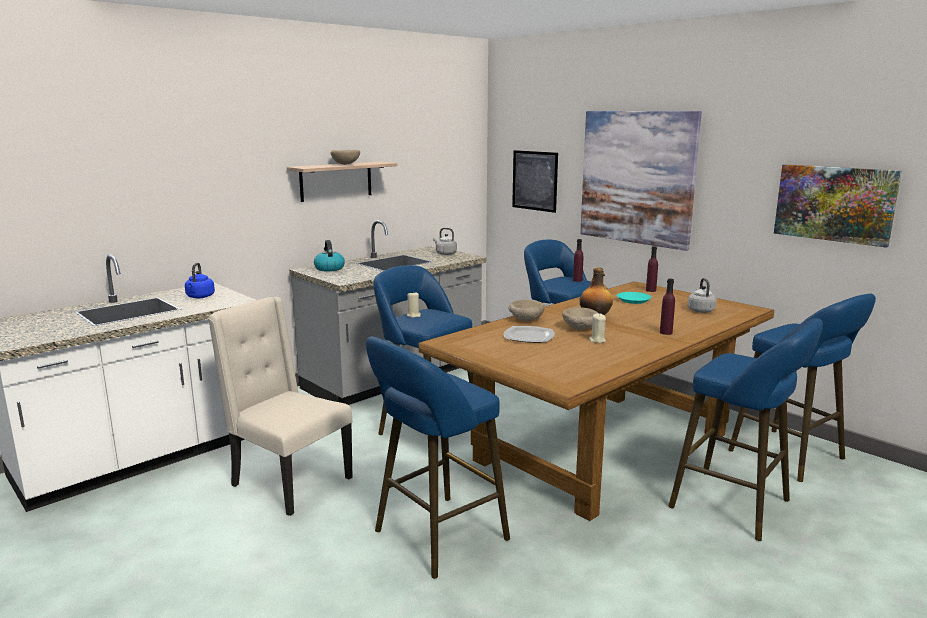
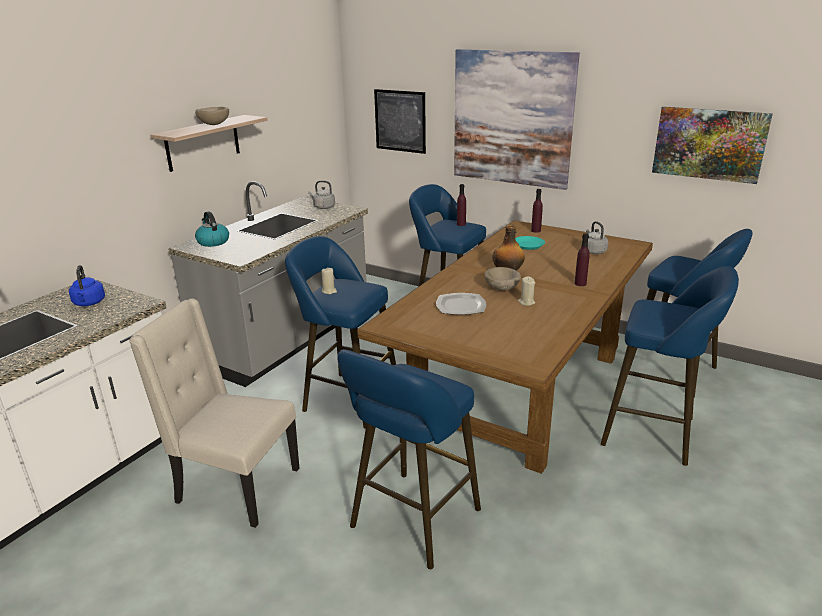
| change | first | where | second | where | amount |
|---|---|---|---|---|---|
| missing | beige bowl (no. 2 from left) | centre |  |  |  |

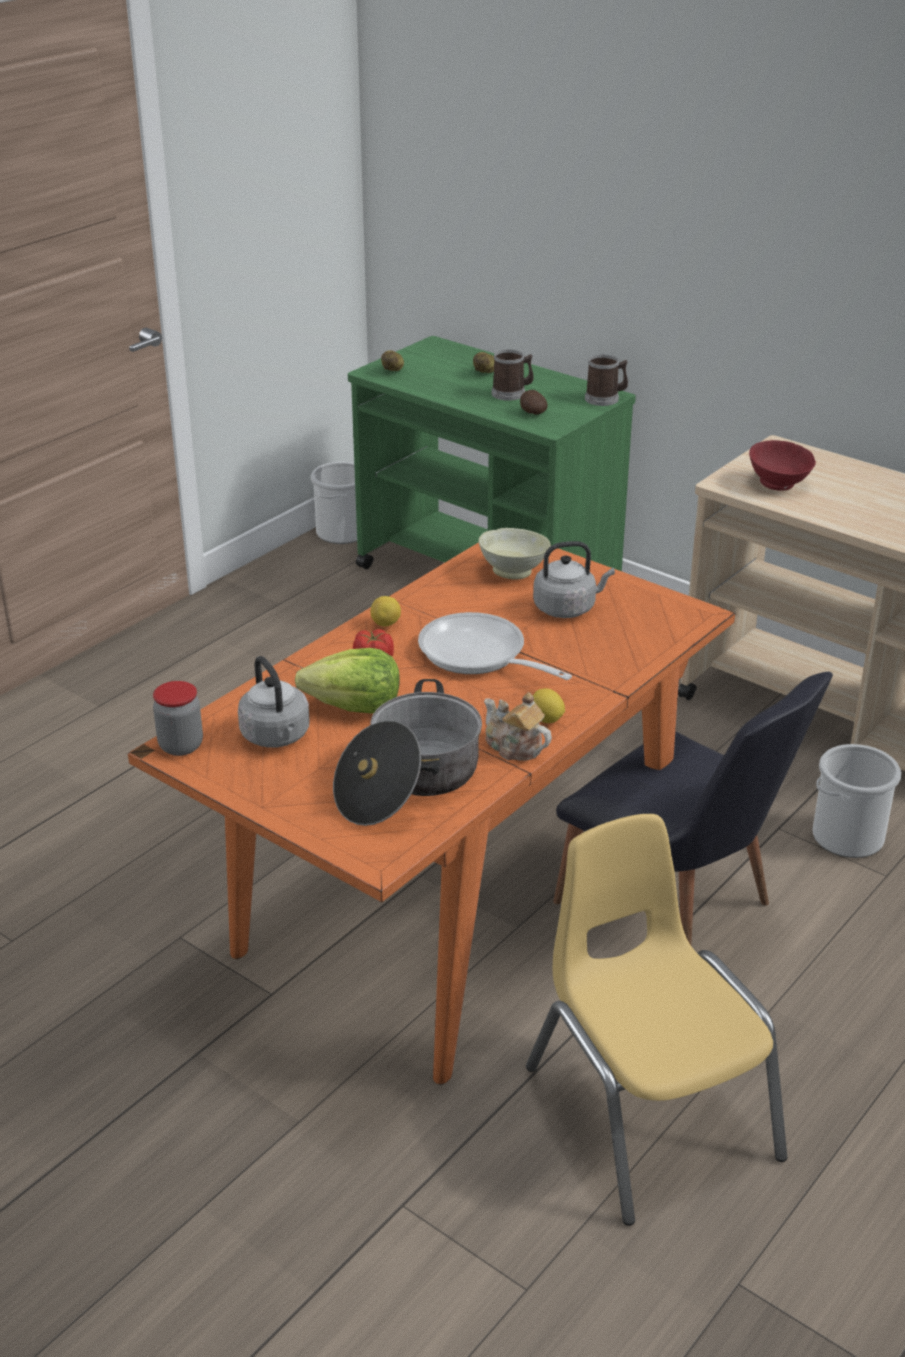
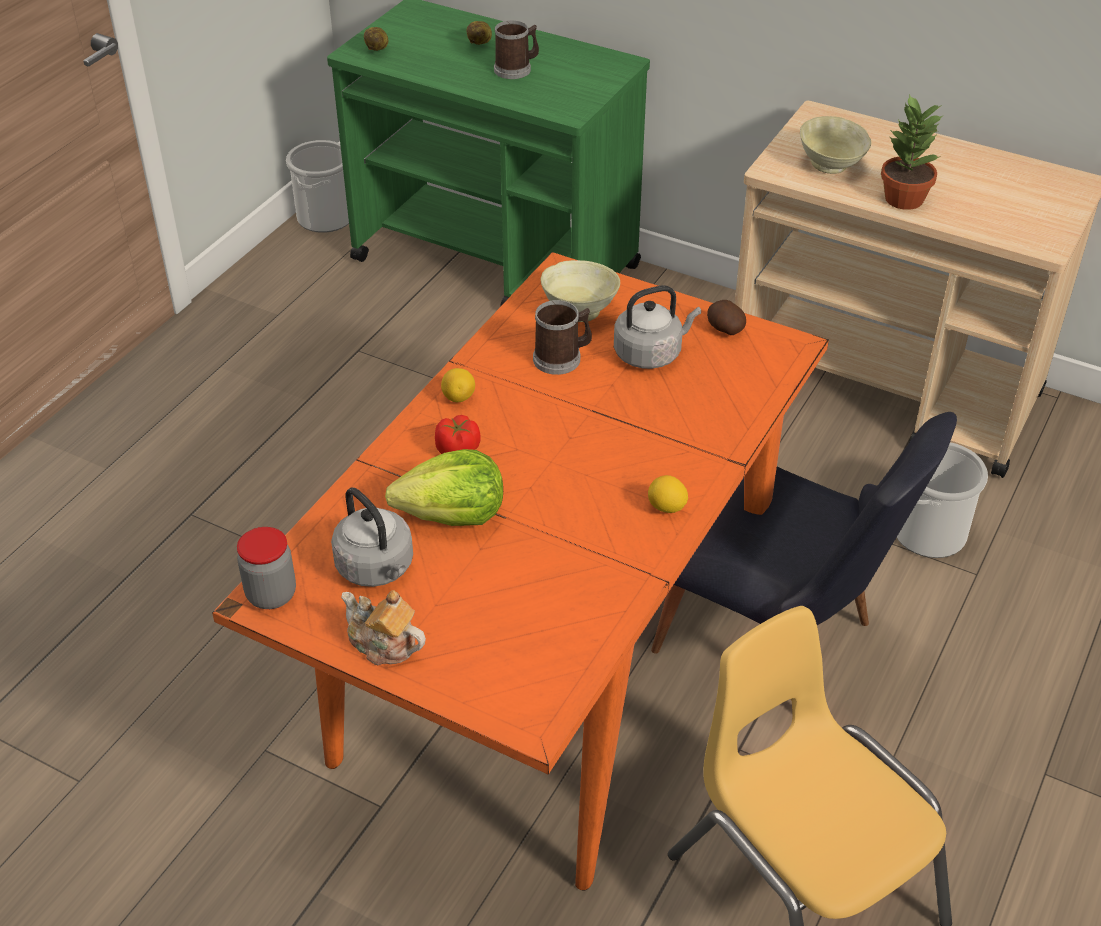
| change | first | where | second | where | amount |
|---|---|---|---|---|---|
| relocated | mug (no. 2 from left) | top right |  | centre |  |
| relocated | potato (no. 3 from left) | top centre |  | centre |  |
| colour | red bowl | middle right | beige bowl (no. 2 from left) | top right |  |
| missing | frying pan | centre |  |  |  |
| missing | cooking pot | centre |  |  |  |
| relocated | teapot | centre |  | bottom centre |  |
| appeared |  |  | potted plant | top right |  |

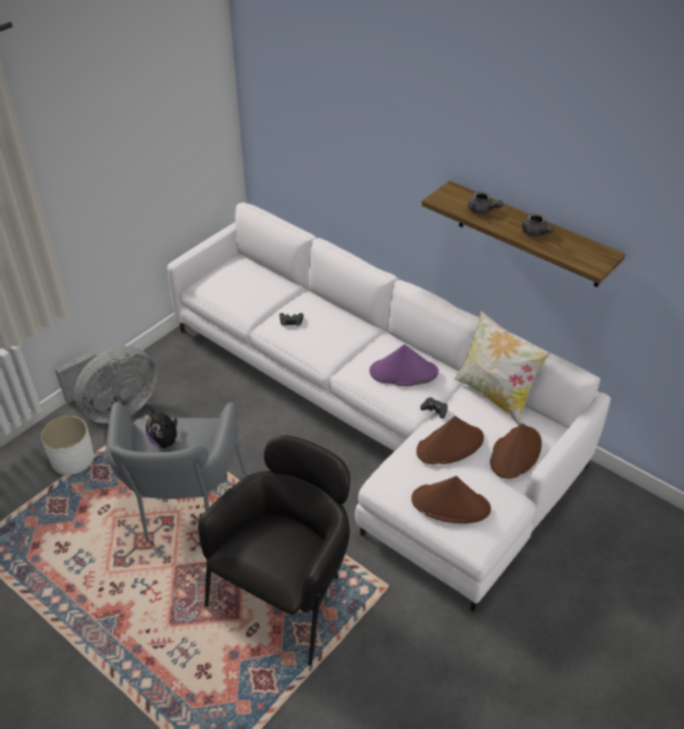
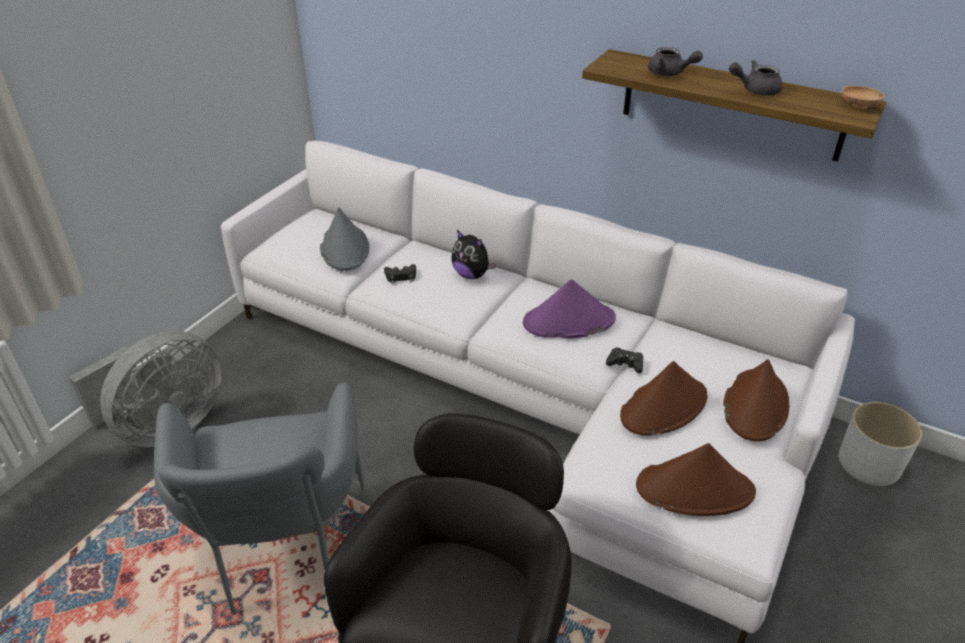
| change | first | where | second | where | amount |
|---|---|---|---|---|---|
| spun | grey teapot (no. 2 from left) | top right |  | top right | 120 degrees clockwise |
| missing | pillow | middle right |  |  |  |
| relocated | plush toy | middle left |  | centre |  |
| relocated | white planter | middle left |  | bottom right |  |
| appeared |  |  | brown bowl | top right |  |
| appeared |  |  | grey hat | centre |  |

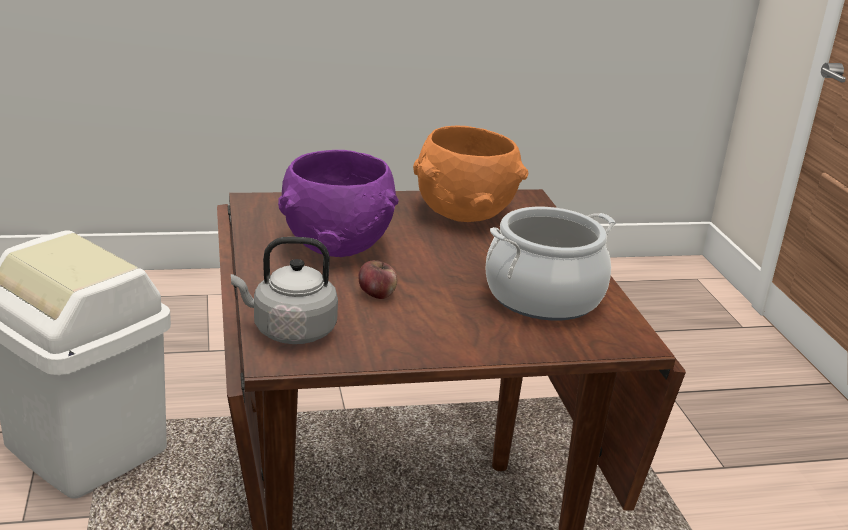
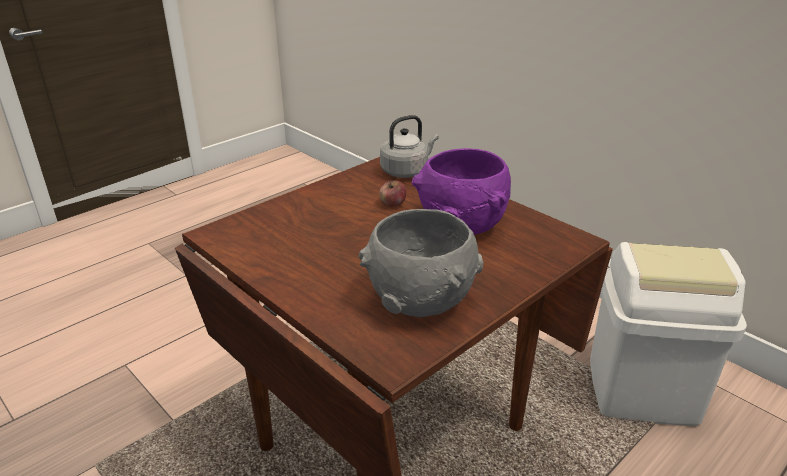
| change | first | where | second | where | amount |
|---|---|---|---|---|---|
| colour | orange bowl | top centre | grey bowl | centre |  |
| missing | cooking pot | centre |  |  |  |

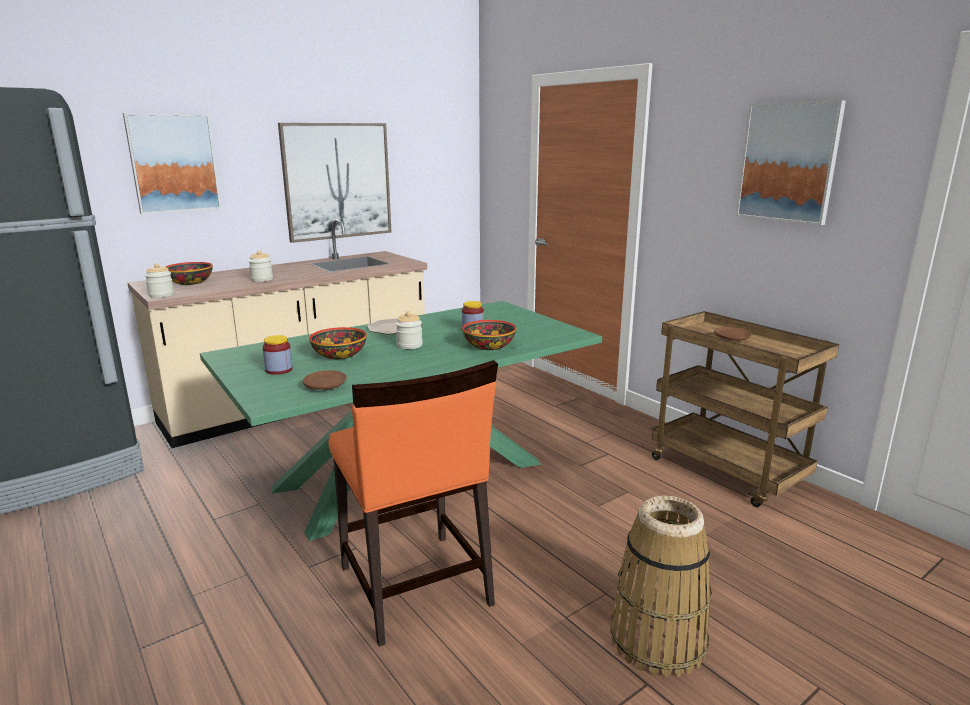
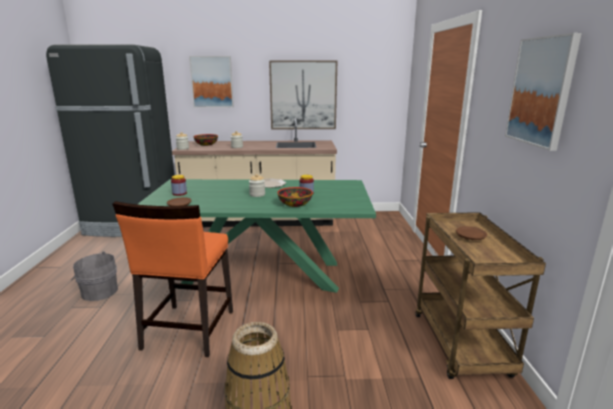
| change | first | where | second | where | amount |
|---|---|---|---|---|---|
| missing | bowl (no. 2 from left) | centre |  |  |  |
| appeared |  |  | grey bucket | bottom left |  |

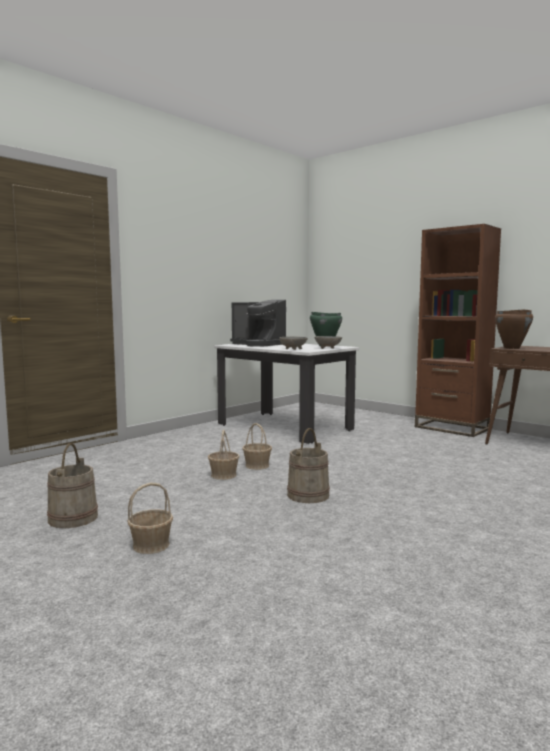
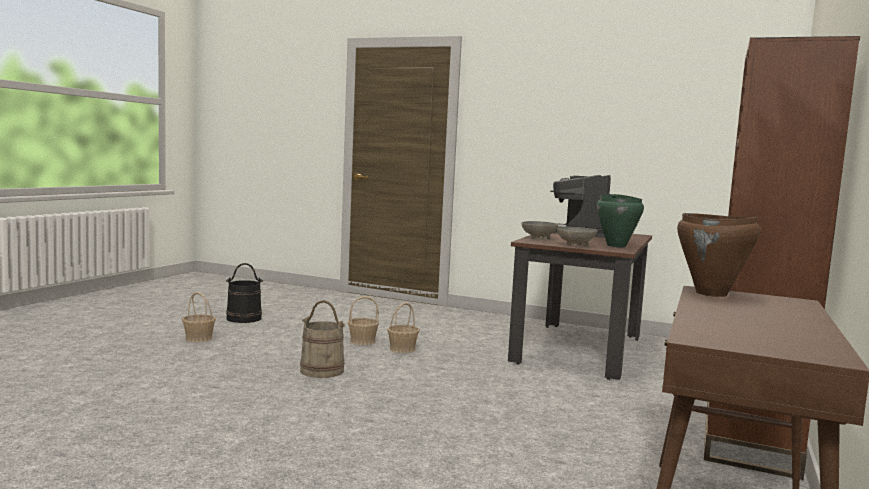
| change | first | where | second | where | amount |
|---|---|---|---|---|---|
| colour | white dining table | centre | brown dining table | middle right |  |
| colour | beige bucket (no. 1 from left) | middle left | black bucket | middle left |  |

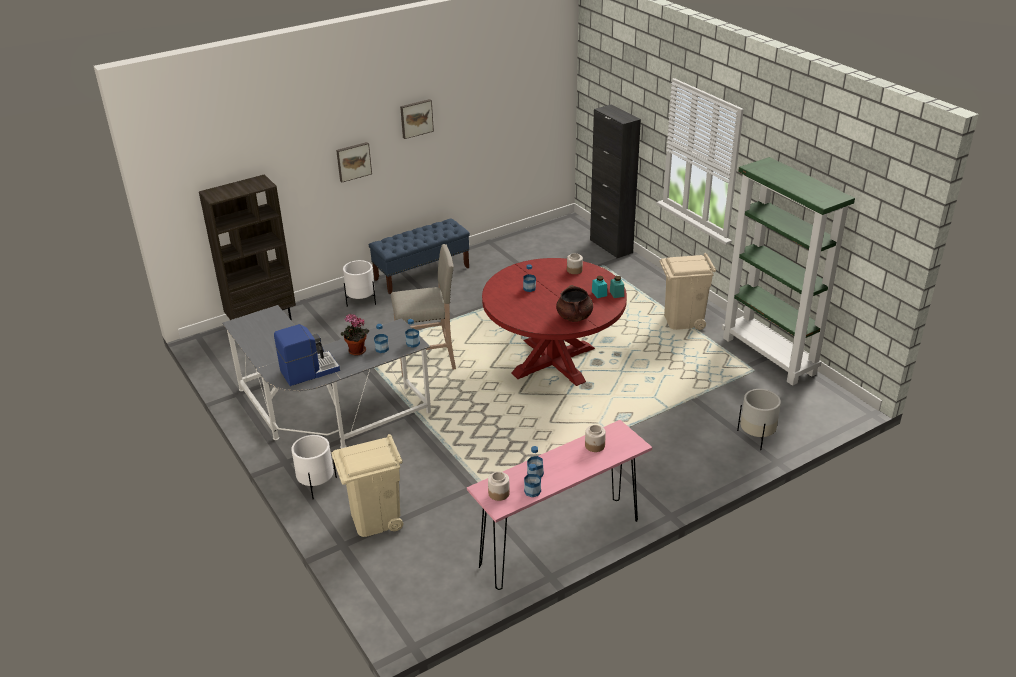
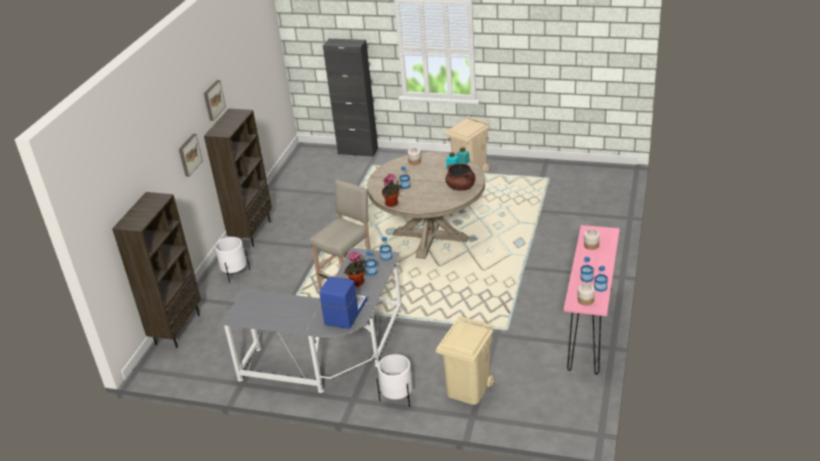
| change | first | where | second | where | amount |
|---|---|---|---|---|---|
| missing | green bookcase | middle right |  |  |  |
| exchanged | blue bench | centre | brown bookcase (no. 2 from left) | middle left |  |
| colour | red dining table | centre | beige dining table | centre |  |
| missing | white planter (no. 3 from left) | middle right |  |  |  |
| appeared |  |  | potted plant (no. 2 from left) | centre |  |

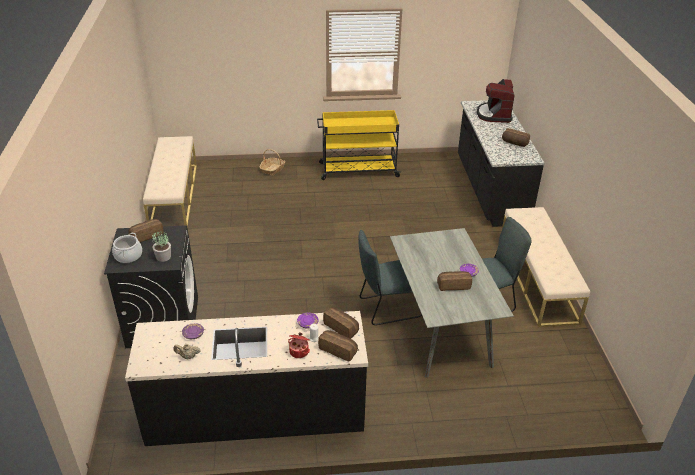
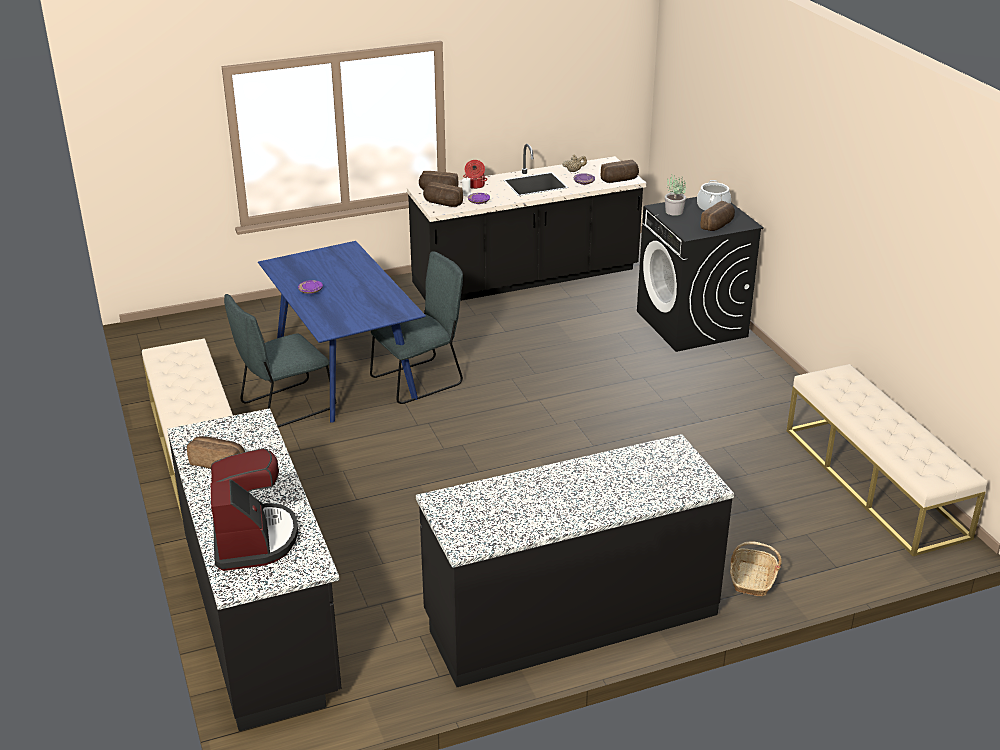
| change | first | where | second | where | amount |
|---|---|---|---|---|---|
| exchanged | yellow cart | top centre | black counter (no. 3 from left) | bottom centre |  |
| colour | grey dining table | centre | blue dining table | centre |  |
| relocated | bread (no. 4 from left) | centre |  | top centre |  |

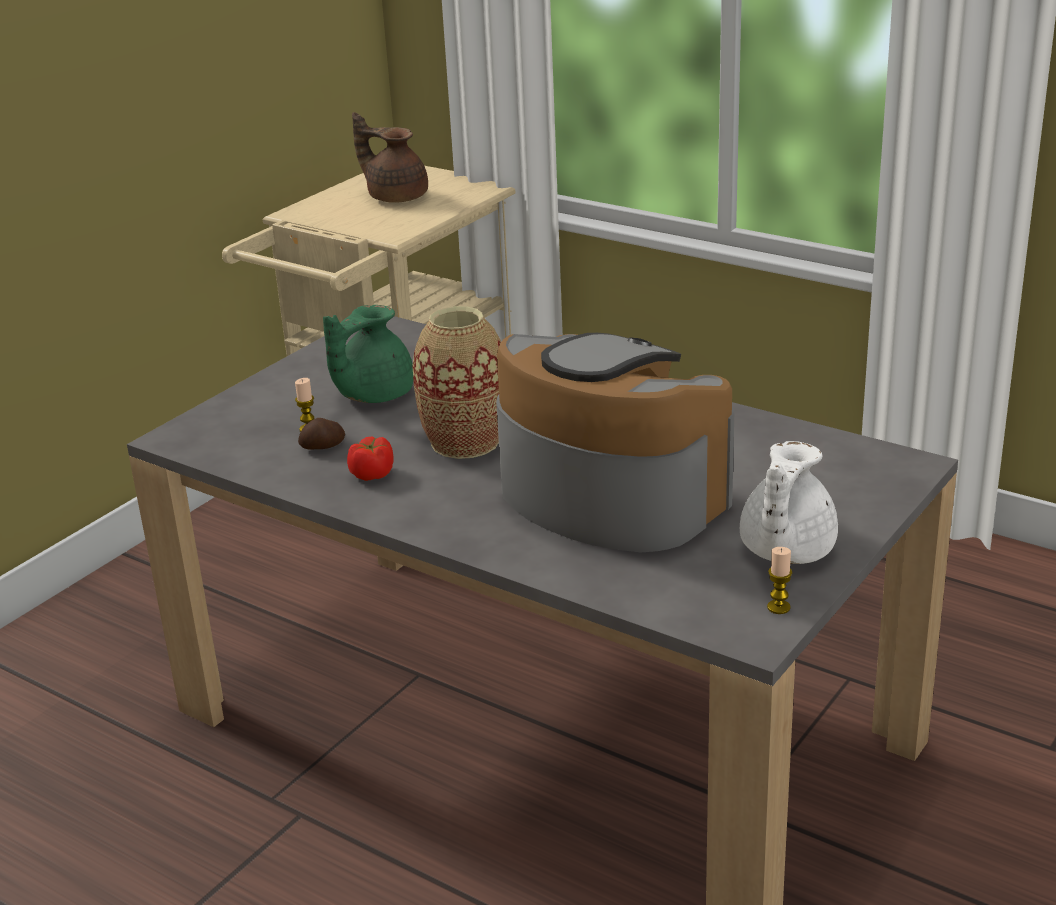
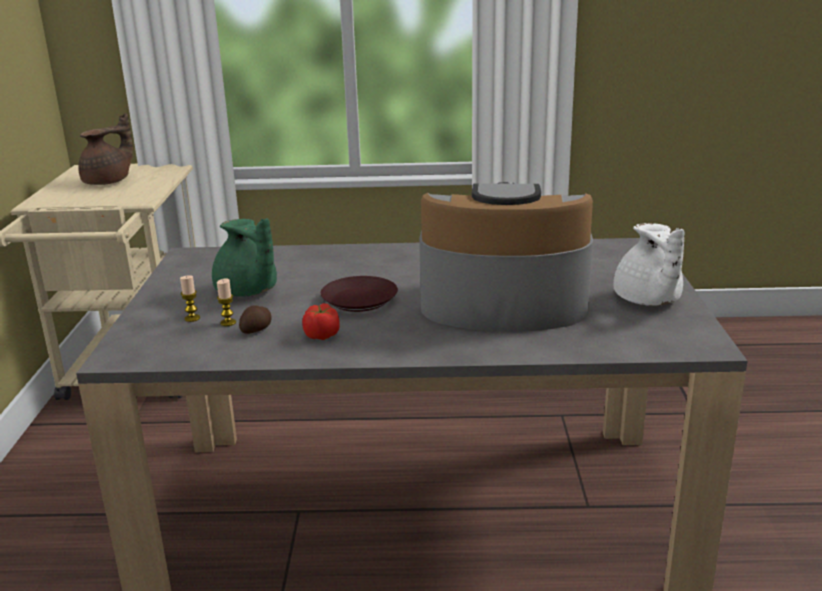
| change | first | where | second | where | amount |
|---|---|---|---|---|---|
| spun | brown teapot | top centre |  | top left | 135 degrees clockwise |
| spun | green teapot | centre |  | middle left | 45 degrees counterclockwise |
| exchanged | vase | centre | brown plate | centre |  |
| relocated | candle (no. 2 from left in the first image) | middle right | candle (no. 1 from left) | middle left |  |

